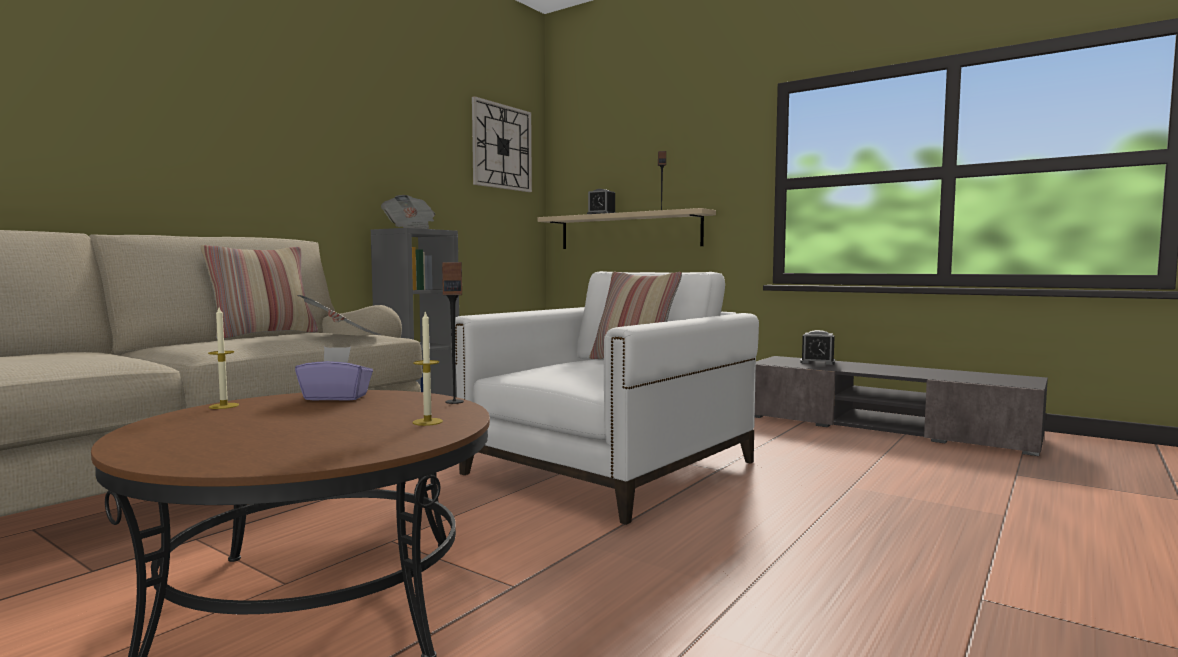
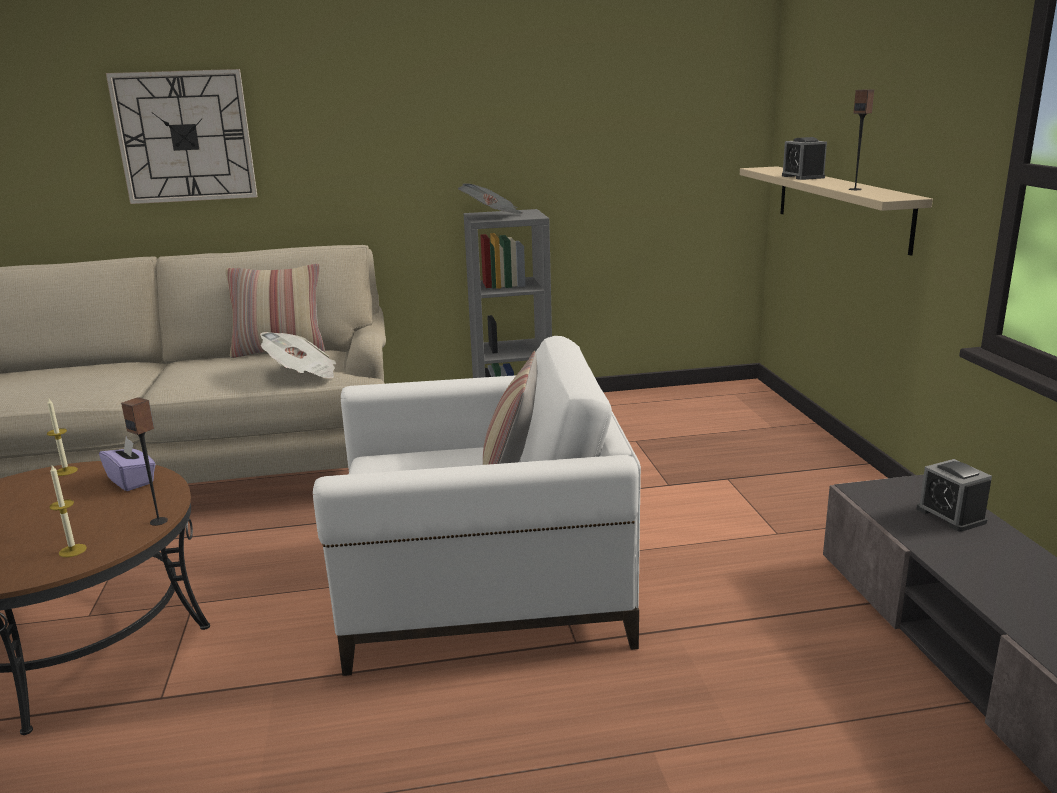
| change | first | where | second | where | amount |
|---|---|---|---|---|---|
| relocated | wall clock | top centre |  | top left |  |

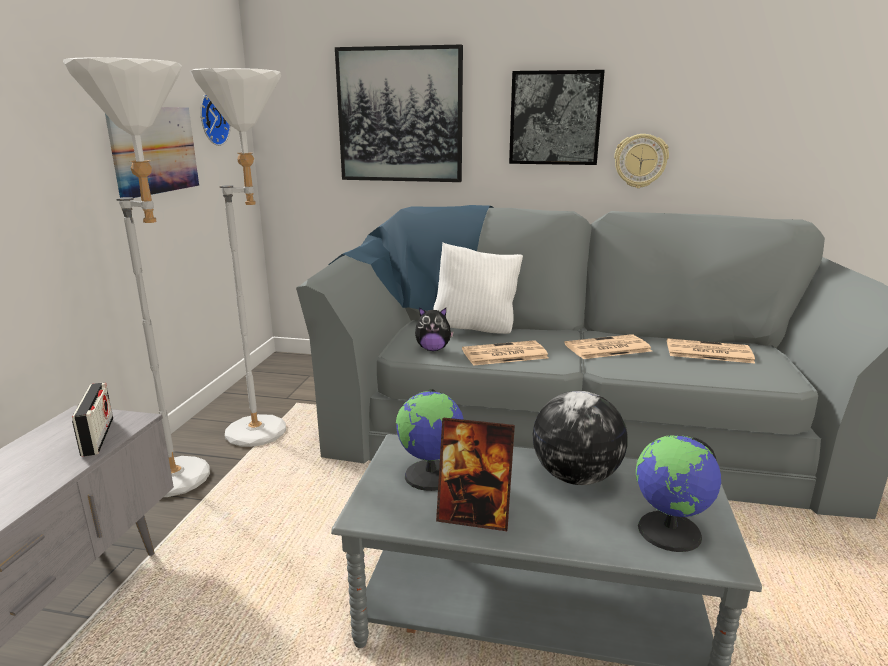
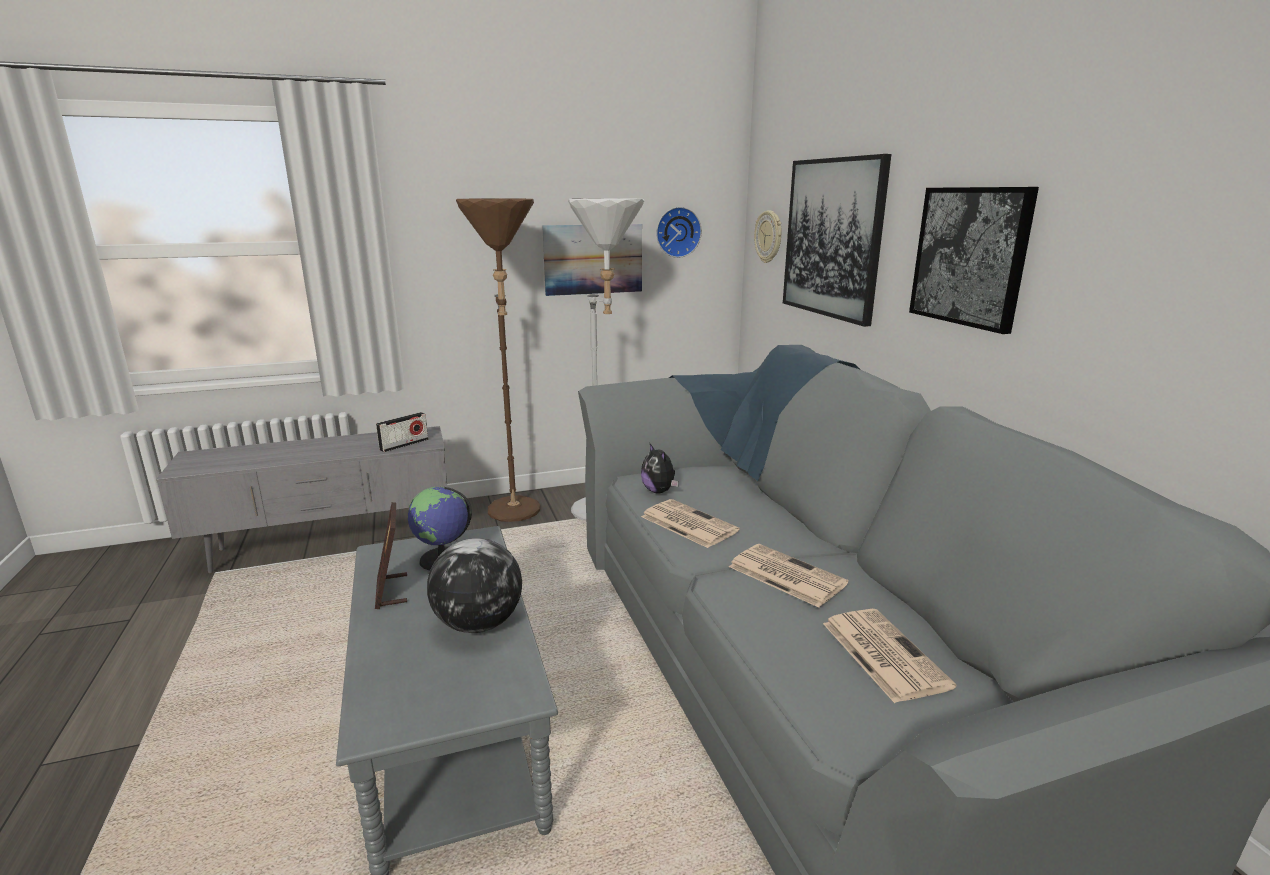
| change | first | where | second | where | amount |
|---|---|---|---|---|---|
| colour | white floor lamp (no. 1 from left) | middle left | brown floor lamp | centre |  |
| relocated | wall clock (no. 2 from left) | top right |  | top centre |  |
| missing | white pillow | centre |  |  |  |
| missing | globe (no. 3 from left) | bottom right |  |  |  |

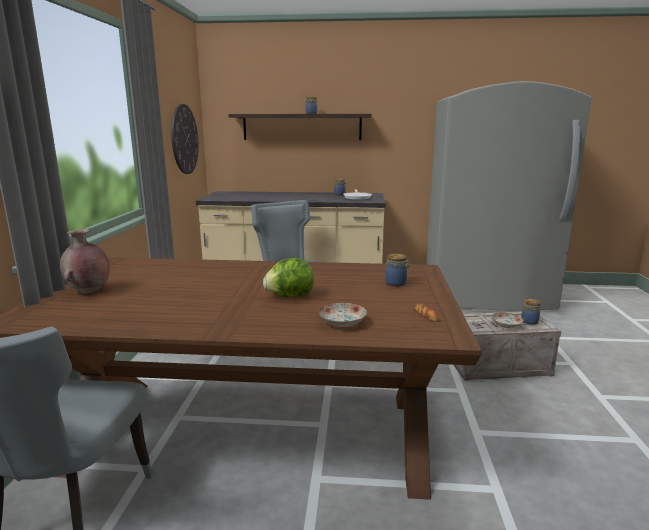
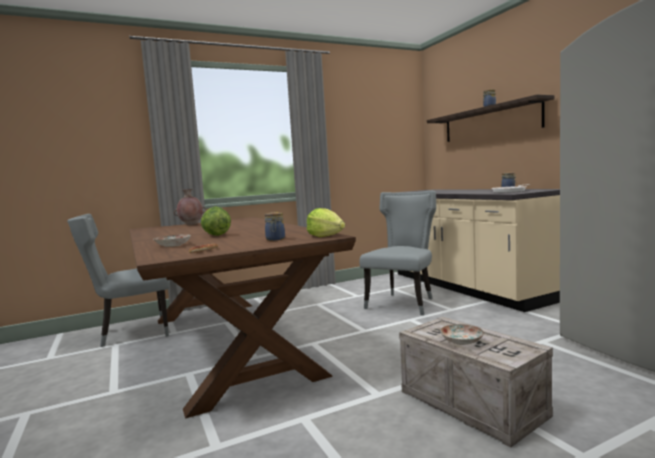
| change | first | where | second | where | amount |
|---|---|---|---|---|---|
| missing | wall clock | top left |  |  |  |
| missing | jar (no. 4 from left) | middle right |  |  |  |
| appeared |  |  | lettuce (no. 2 from left) | centre |  |

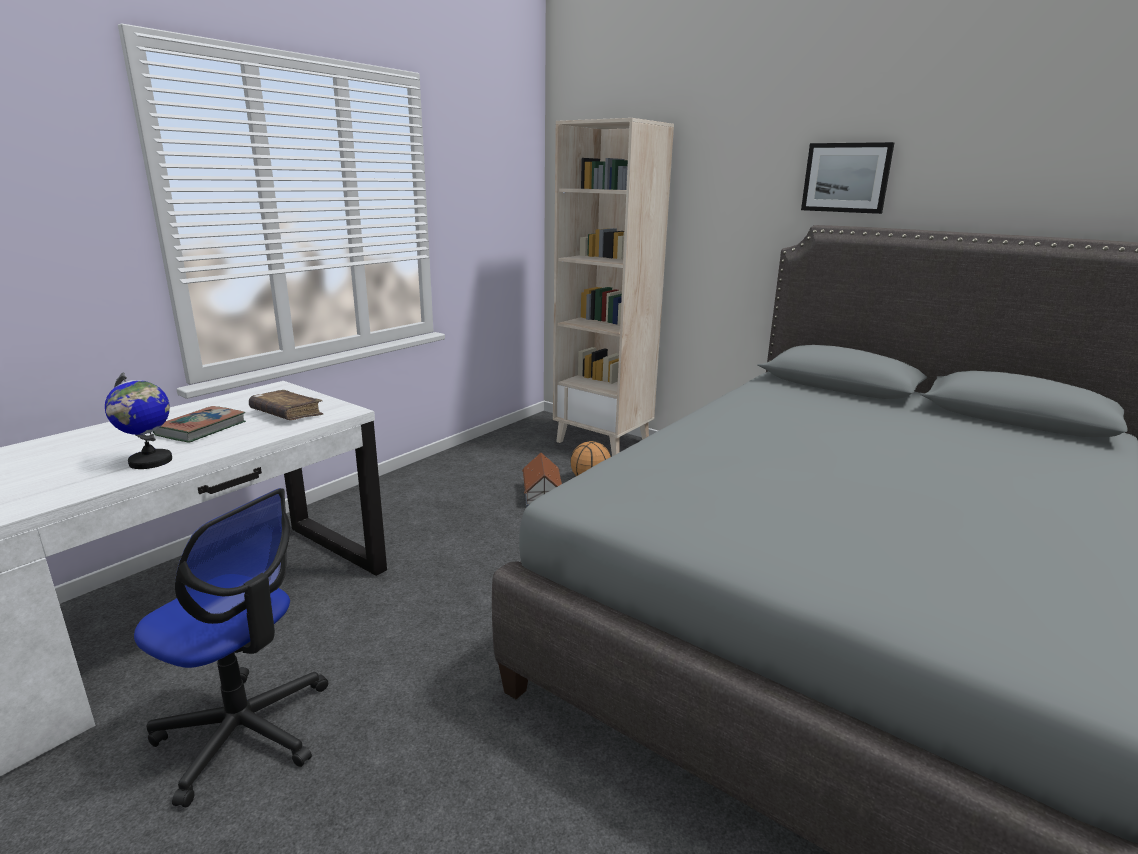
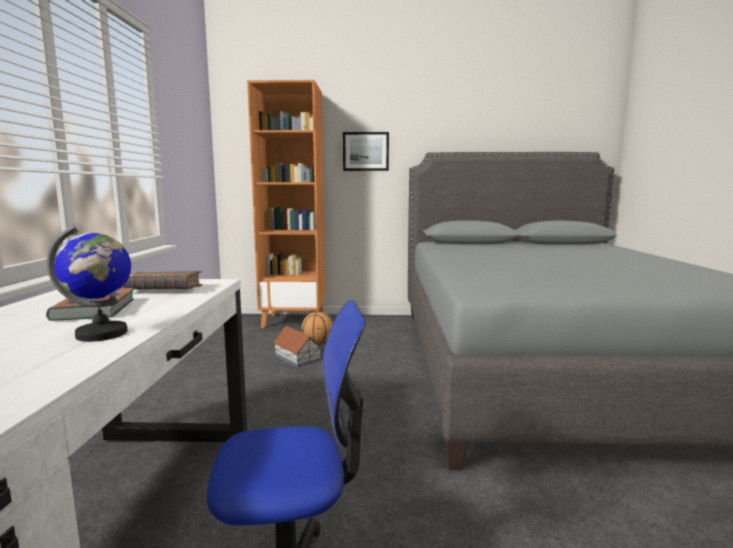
| change | first | where | second | where | amount |
|---|---|---|---|---|---|
| colour | beige bookcase | centre | orange bookcase | centre |  |
| relocated | picture | top right |  | top centre |  |

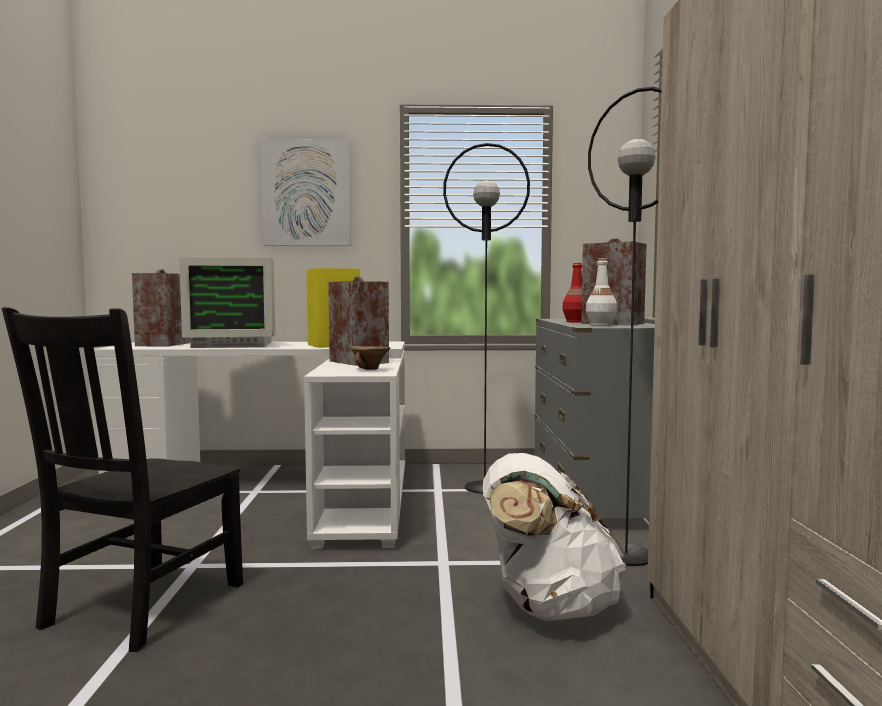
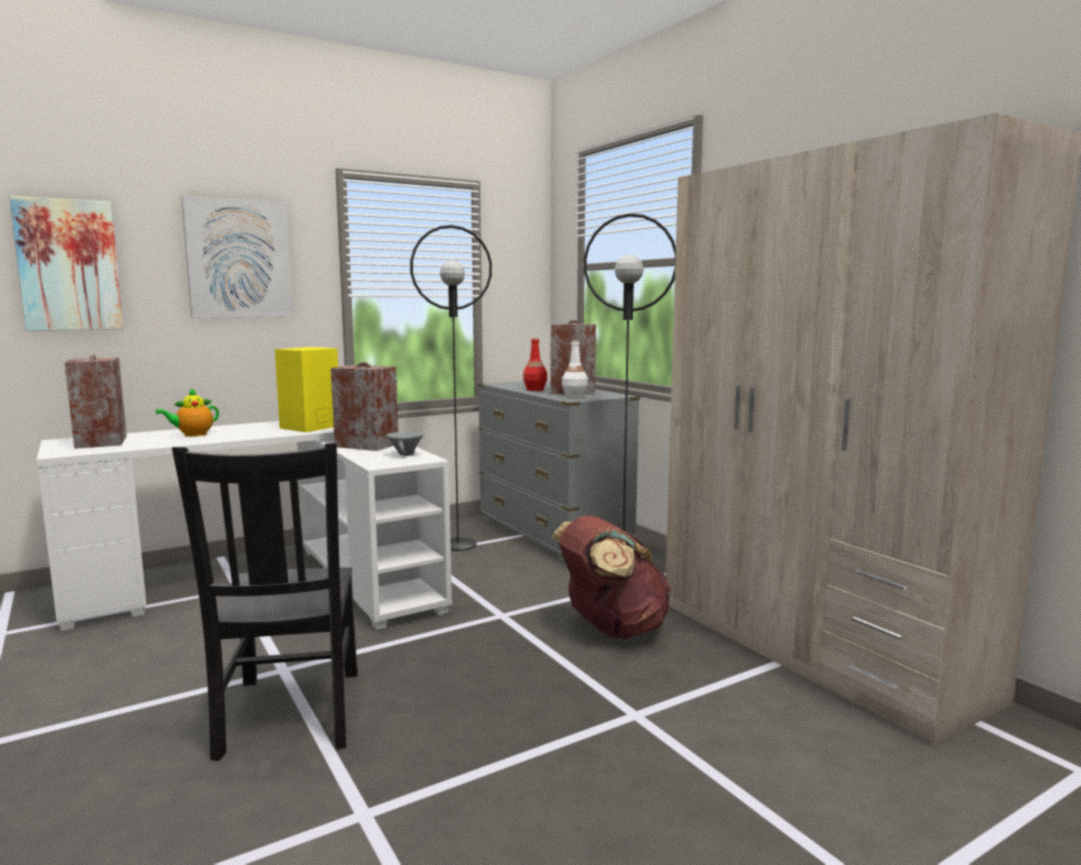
| change | first | where | second | where | amount |
|---|---|---|---|---|---|
| exchanged | monitor | middle left | teapot | middle left |  |
| colour | brown bowl | centre | grey bowl | centre |  |
| colour | white backpack | bottom centre | brown backpack | bottom centre |  |
| appeared |  |  | picture (no. 1 from left) | top left |  |

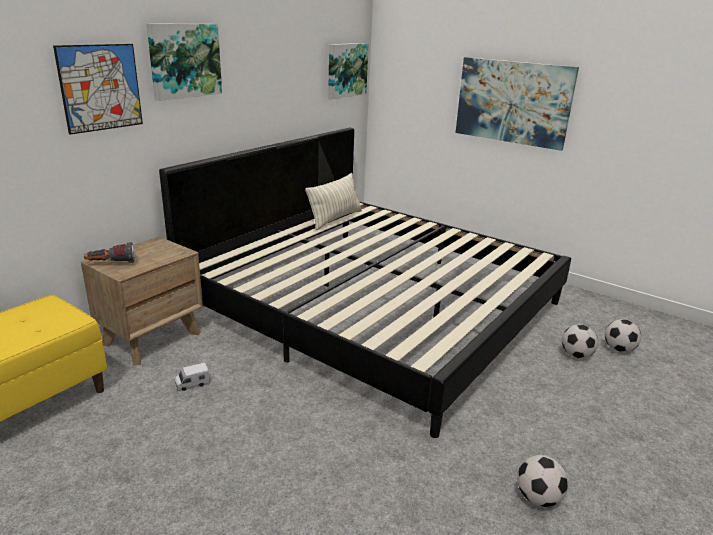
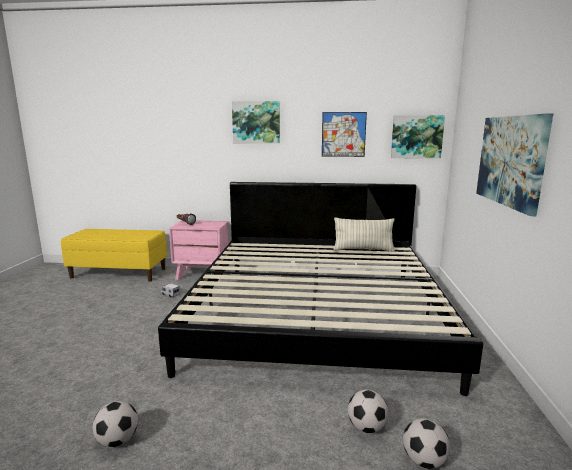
| change | first | where | second | where | amount |
|---|---|---|---|---|---|
| relocated | picture (no. 1 from left in the first image) | top left | picture (no. 2 from left) | top centre |  |
| colour | brown nightstand | middle left | pink nightstand | centre |  |

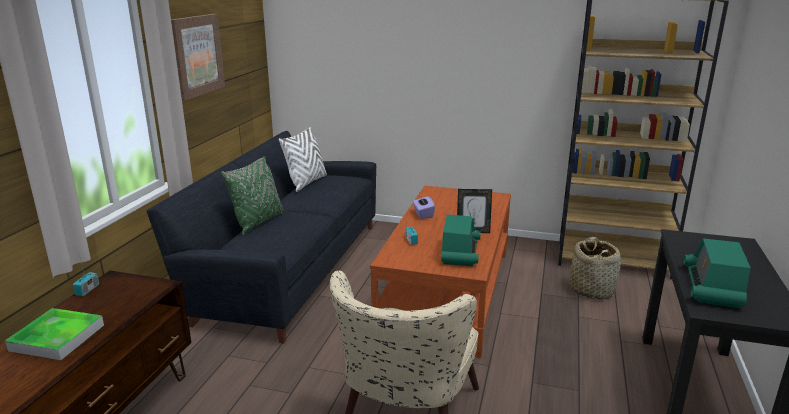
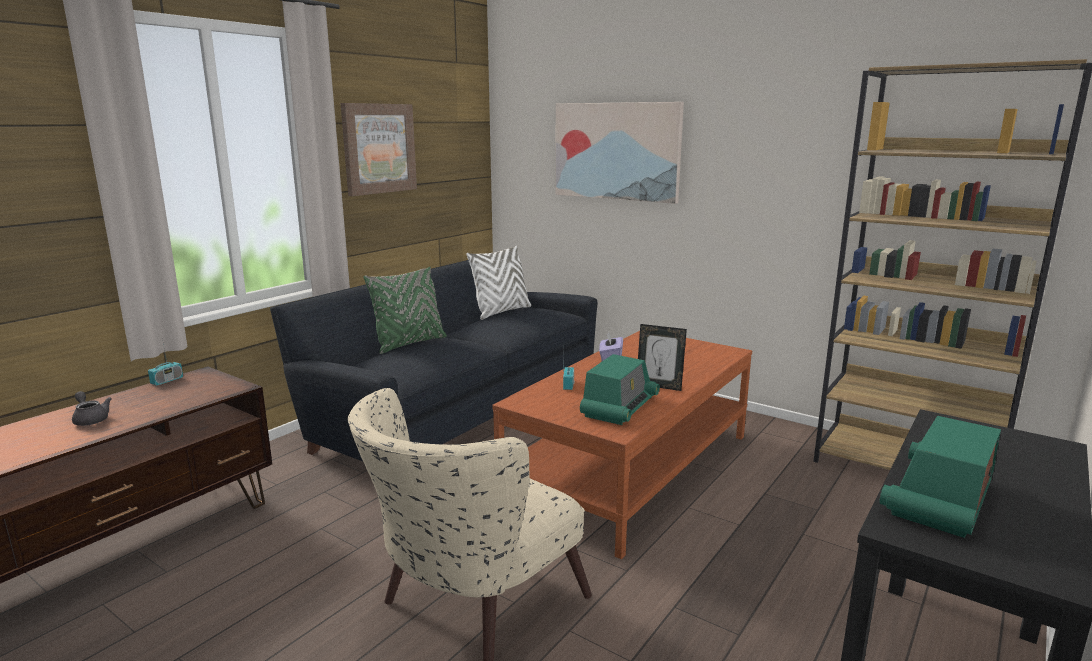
| change | first | where | second | where | amount |
|---|---|---|---|---|---|
| missing | basket | middle right |  |  |  |
| exchanged | tray | bottom left | grey teapot | middle left |  |
| appeared |  |  | picture (no. 2 from left) | top centre |  |

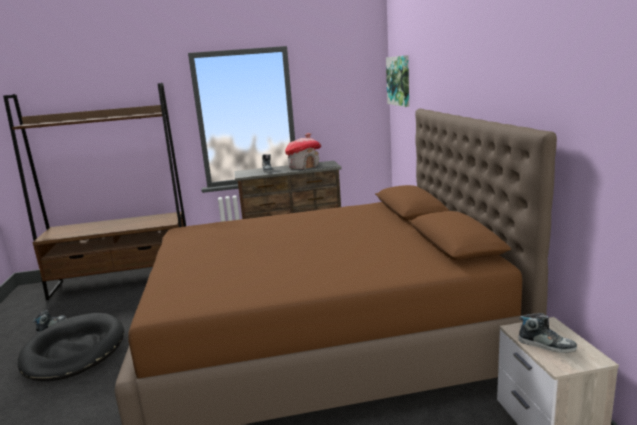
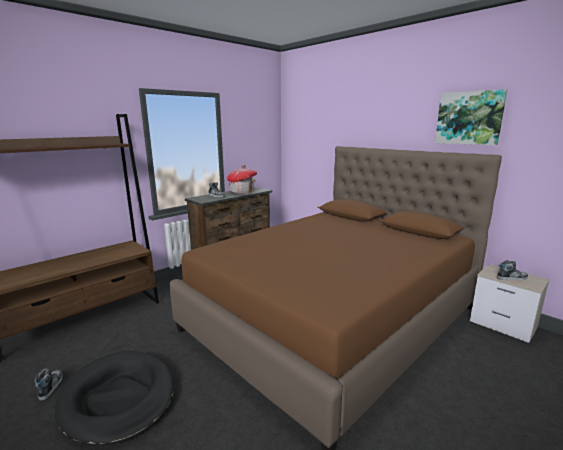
| change | first | where | second | where | amount |
|---|---|---|---|---|---|
| relocated | picture | top centre |  | top right |  |

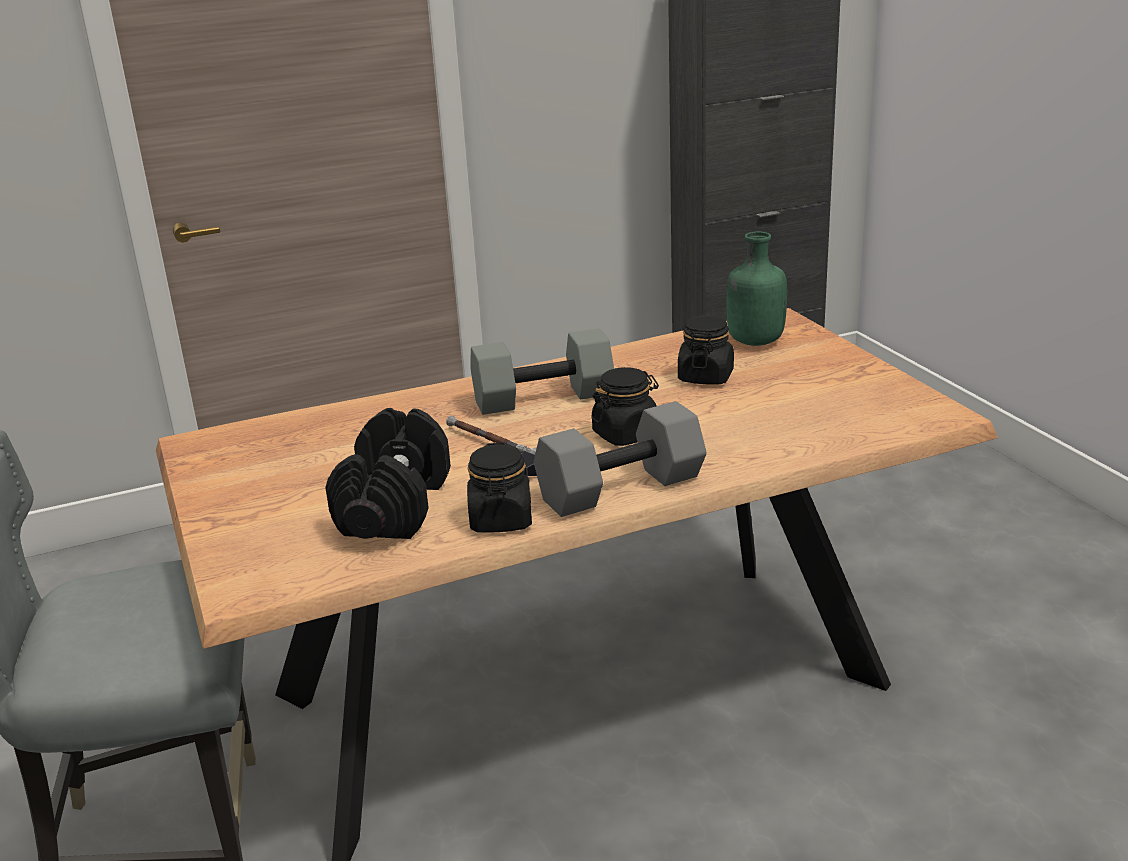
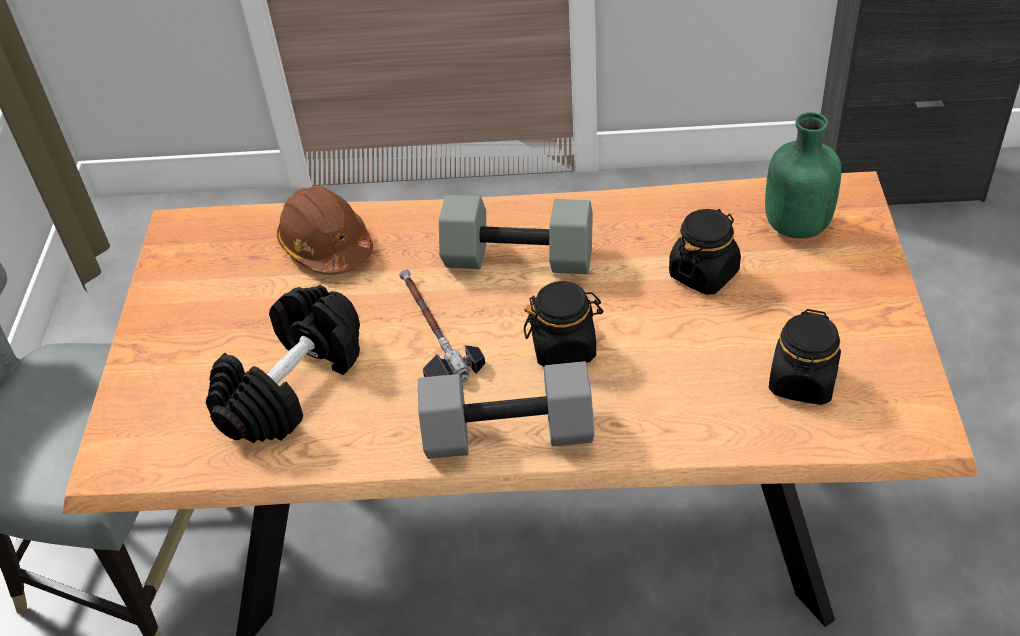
| change | first | where | second | where | amount |
|---|---|---|---|---|---|
| relocated | black jar (no. 1 from left in the first image) | centre | black jar (no. 3 from left) | middle right |  |
| appeared |  |  | brown hard hat | middle left |  |

